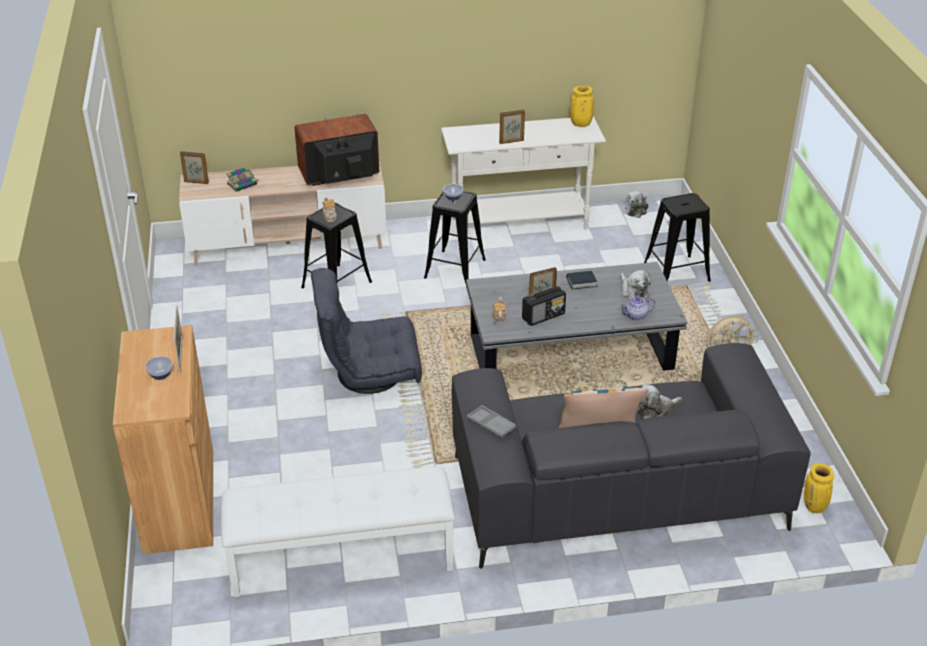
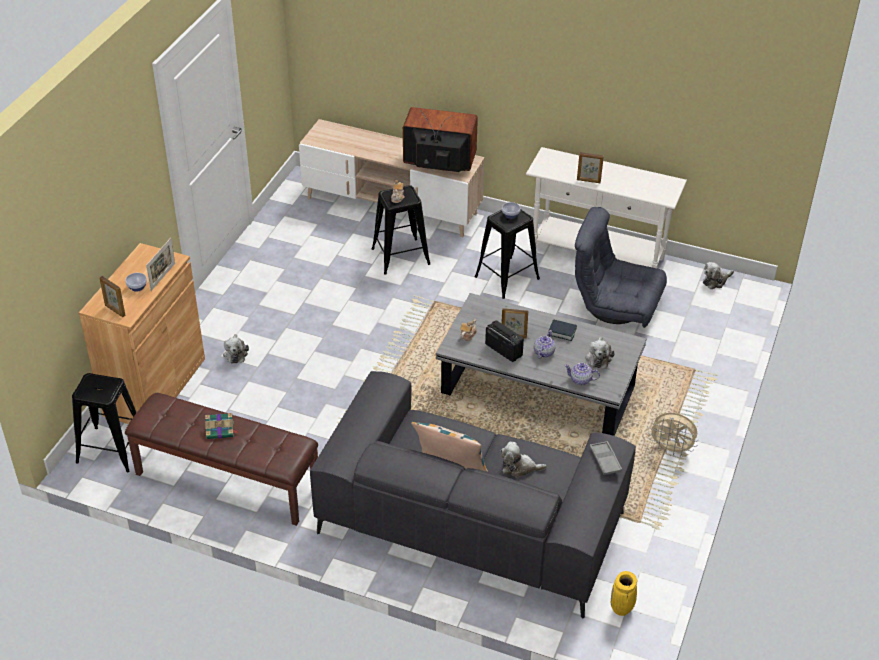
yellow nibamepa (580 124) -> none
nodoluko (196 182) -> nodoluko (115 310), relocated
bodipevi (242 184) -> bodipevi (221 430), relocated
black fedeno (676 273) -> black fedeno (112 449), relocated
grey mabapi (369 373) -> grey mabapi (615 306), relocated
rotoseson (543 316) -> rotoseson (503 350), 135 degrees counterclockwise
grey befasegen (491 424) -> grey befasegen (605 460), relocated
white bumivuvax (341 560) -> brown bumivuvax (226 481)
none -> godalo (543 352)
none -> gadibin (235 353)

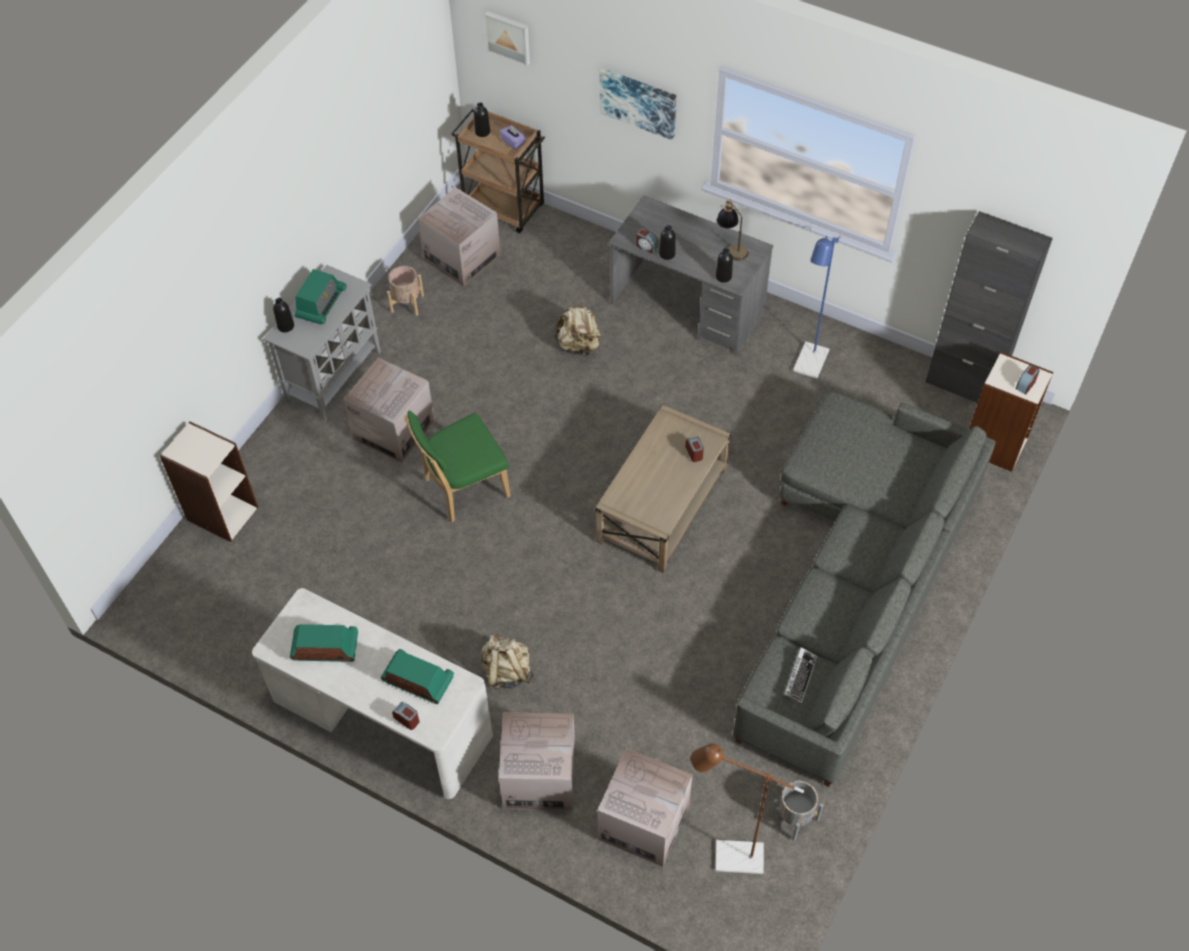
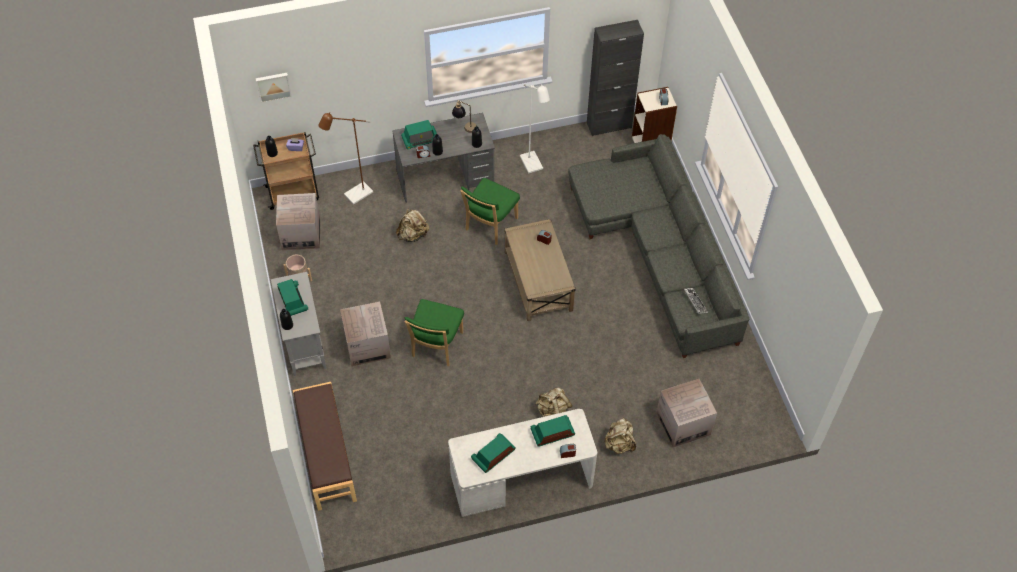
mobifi (638 102) -> none
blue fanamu (808 367) -> white fanamu (533 166)
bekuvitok (222 513) -> brown bumivuvax (326 455)
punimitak (539 777) -> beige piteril (619 444)
brown fanamu (729 857) -> brown fanamu (354 196), relocated
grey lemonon (795 817) -> none
none -> rotoseson (420 140)
none -> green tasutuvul (489 225)

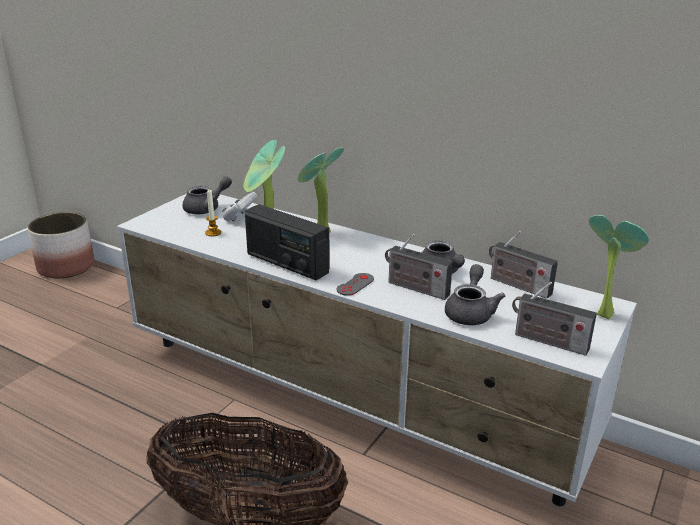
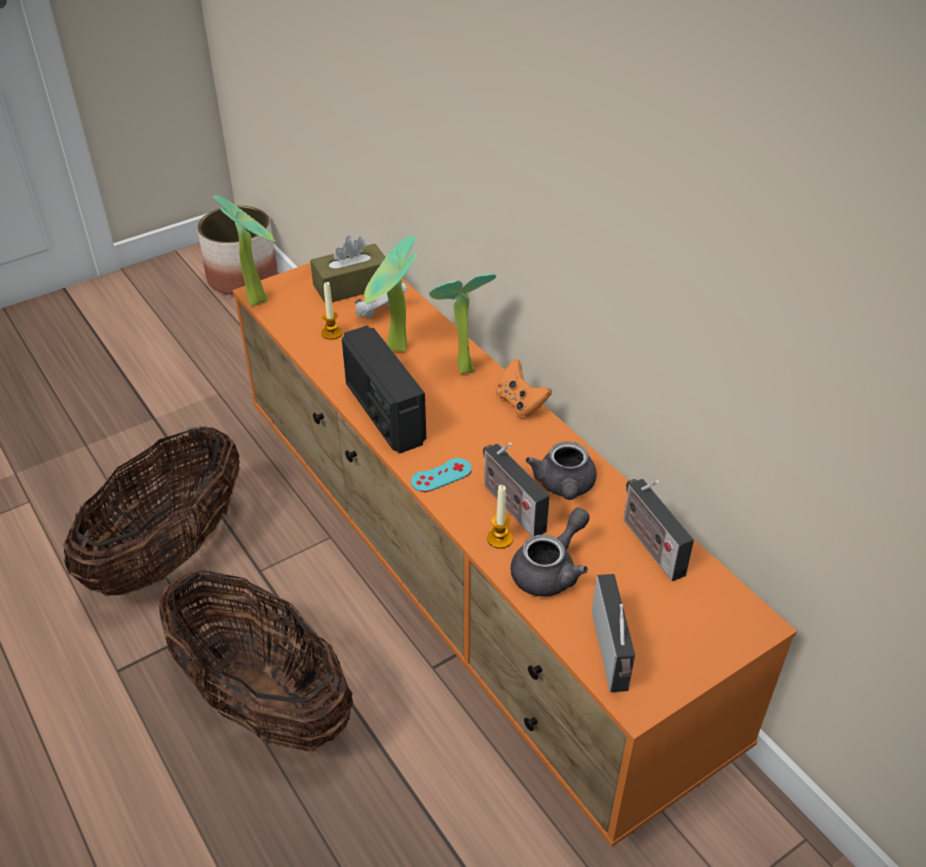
grey godalo (207 208) -> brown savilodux (351 286)
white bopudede (351 398) -> orange bopudede (465 582)
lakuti (603 312) -> lakuti (258 298), relocated
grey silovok (355 284) -> turquoise silovok (441 475)
rotoseson (547 341) -> rotoseson (612 654), 150 degrees counterclockwise
none -> orange silovok (520 403)
none -> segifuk (170 552)
none -> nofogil (500 539)

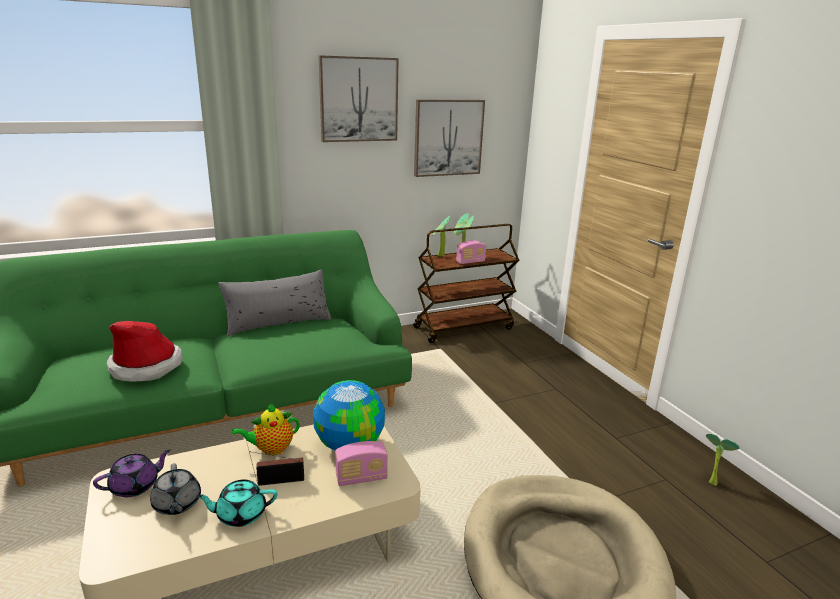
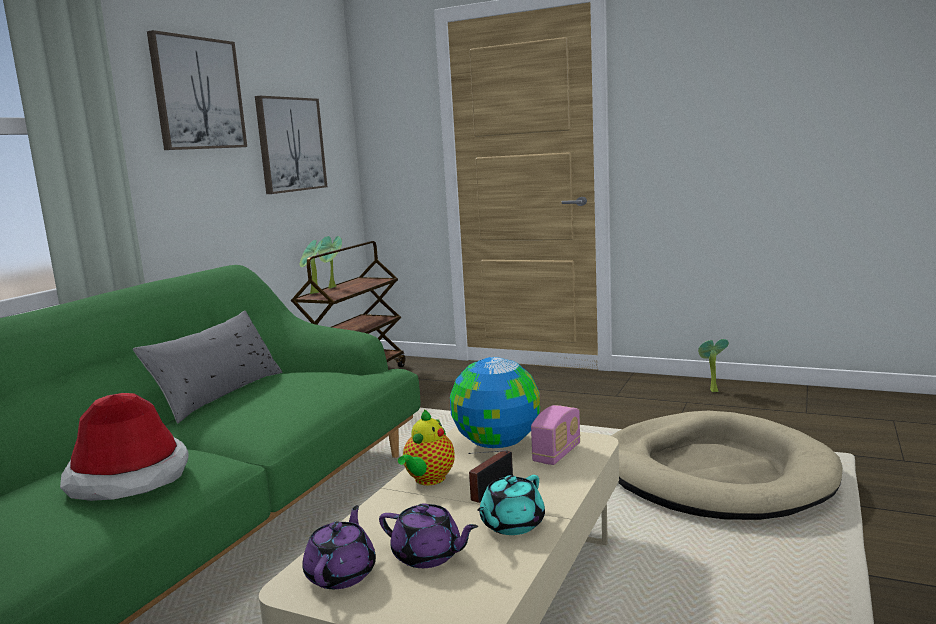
rotoseson (470 262) -> none
grey godalo (177 504) -> purple godalo (428 556)

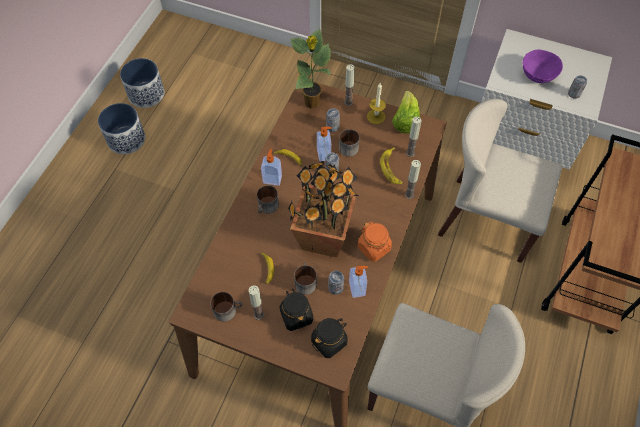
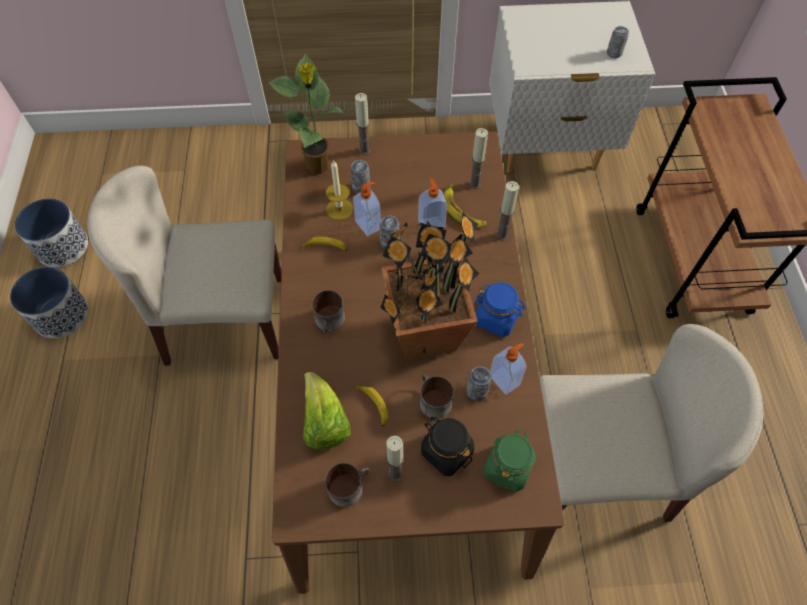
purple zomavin (537 76) -> none
nofogil (376 116) -> nofogil (339 209), relocated
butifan (405 121) -> butifan (324 422), relocated
beige tasutuvul (487 219) -> beige tasutuvul (224 320), relocated
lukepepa (347 146) -> none
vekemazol (272 179) -> vekemazol (431 223), relocated
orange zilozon (374 248) -> blue zilozon (496 318)
black zilozon (329 341) -> green zilozon (508 466)

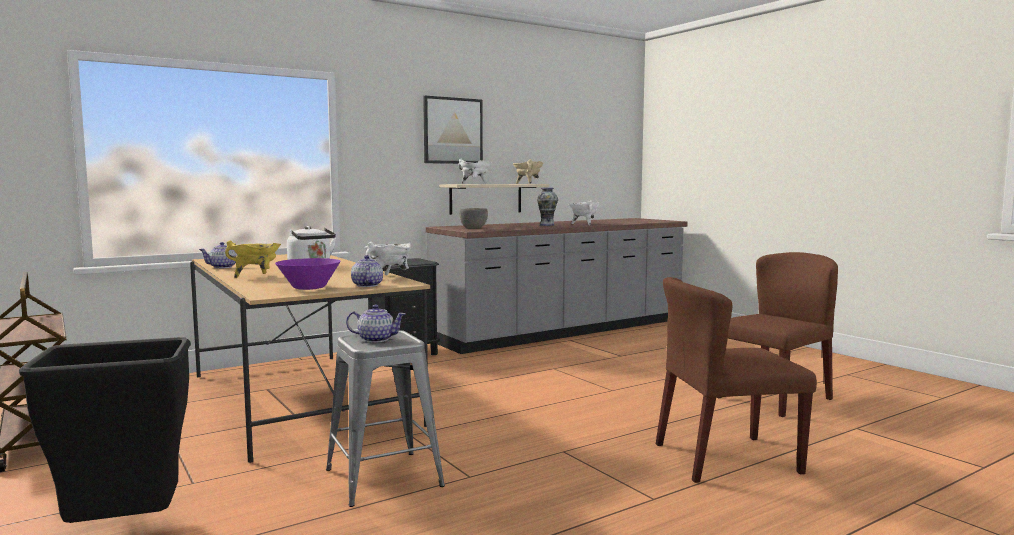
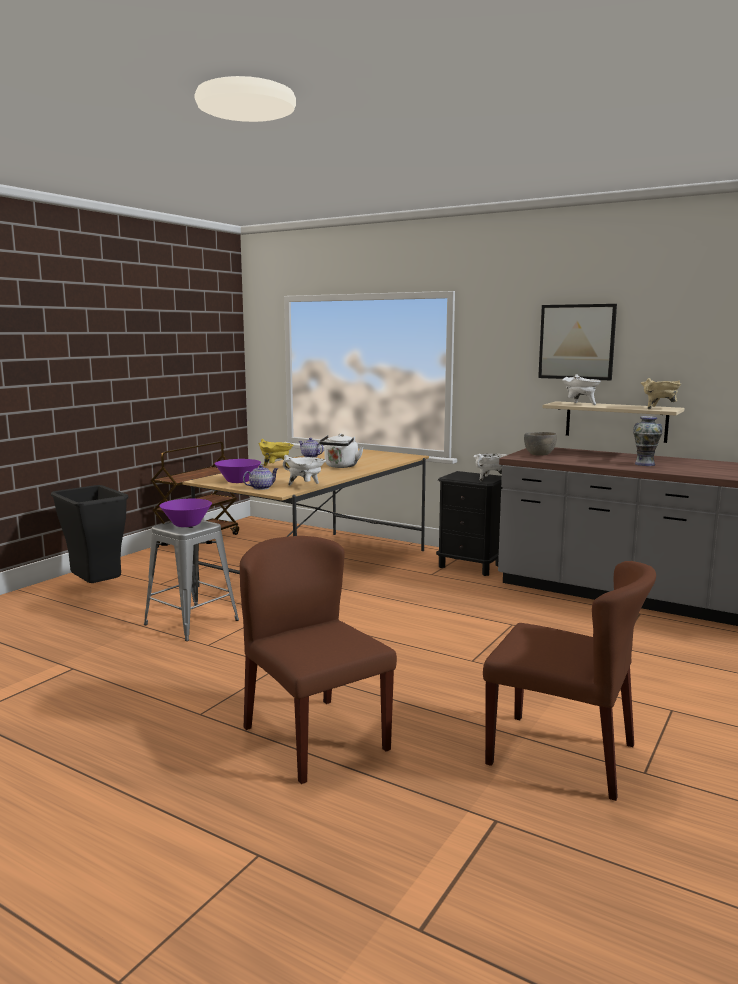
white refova (584 224) -> white refova (489 479), relocated
godalo (376 339) -> purple zomavin (187 524)

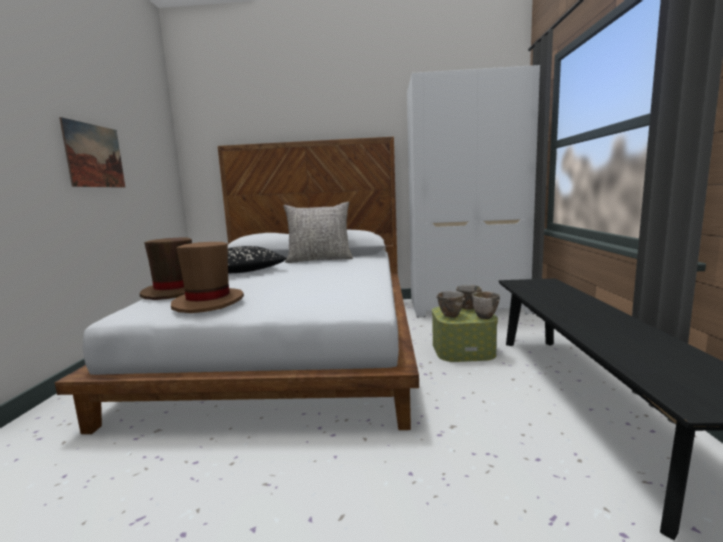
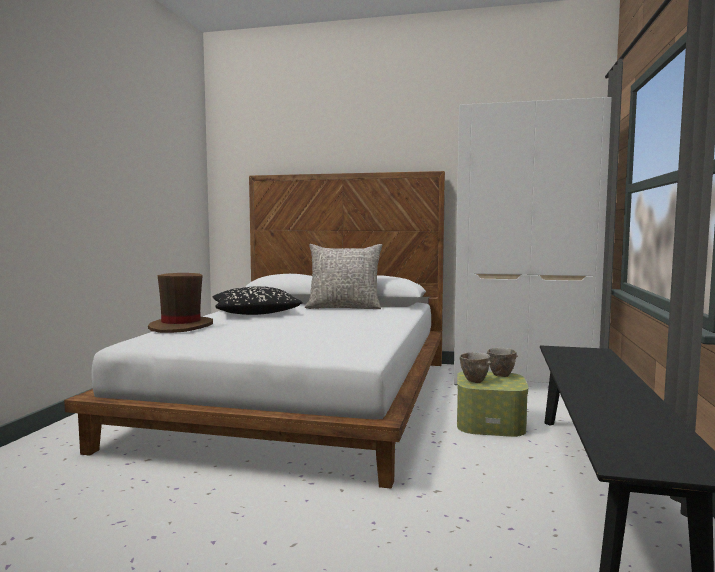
mobifi (94 156) -> none
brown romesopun (209 302) -> none
zomavin (485 317) -> none

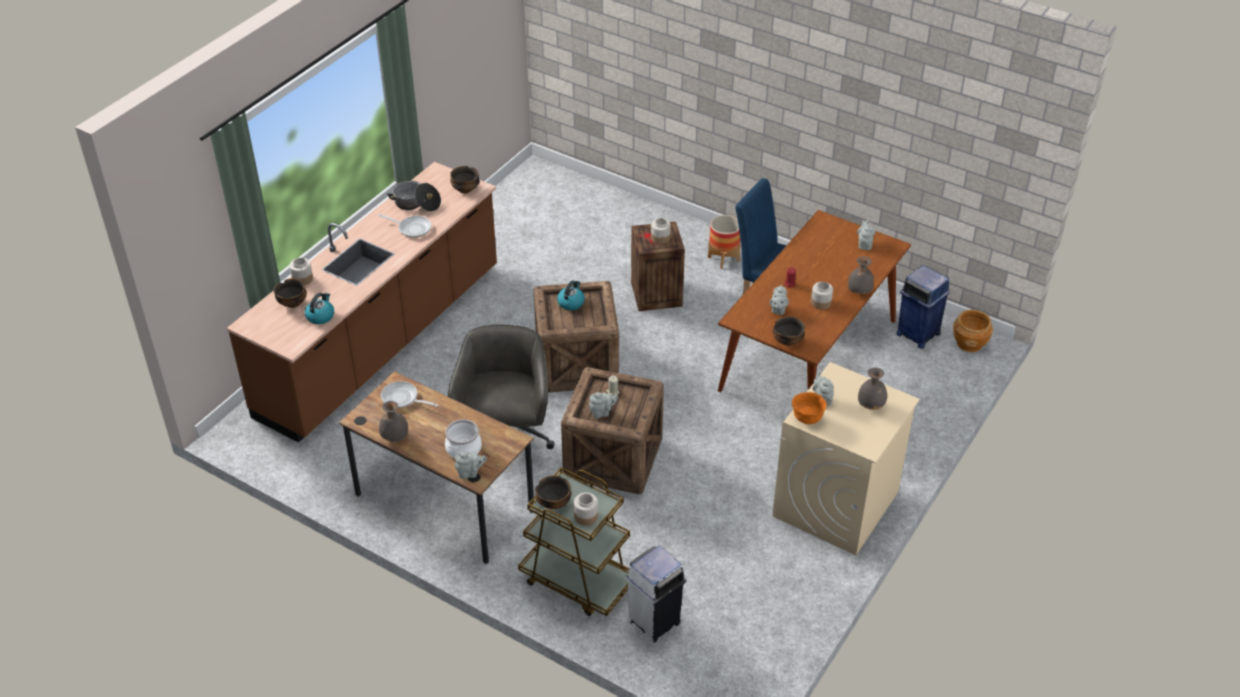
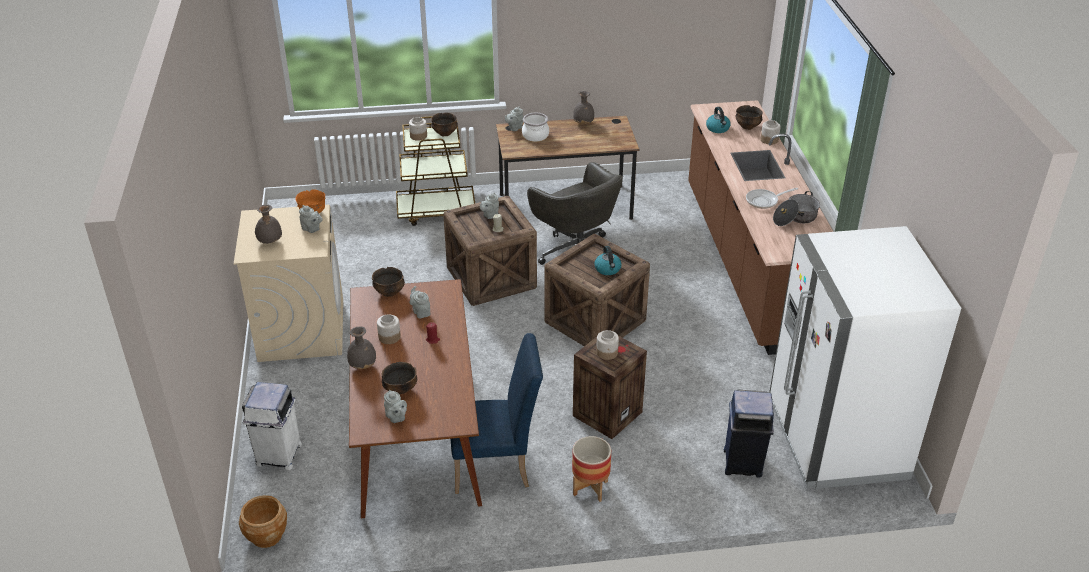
zomavin (465 189) -> zomavin (400 389), relocated
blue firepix (917 333) -> blue firepix (743 463), relocated
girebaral (402 399) -> none
white firepix (654 621) -> white firepix (278 455), relocated
none -> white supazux (836 439)

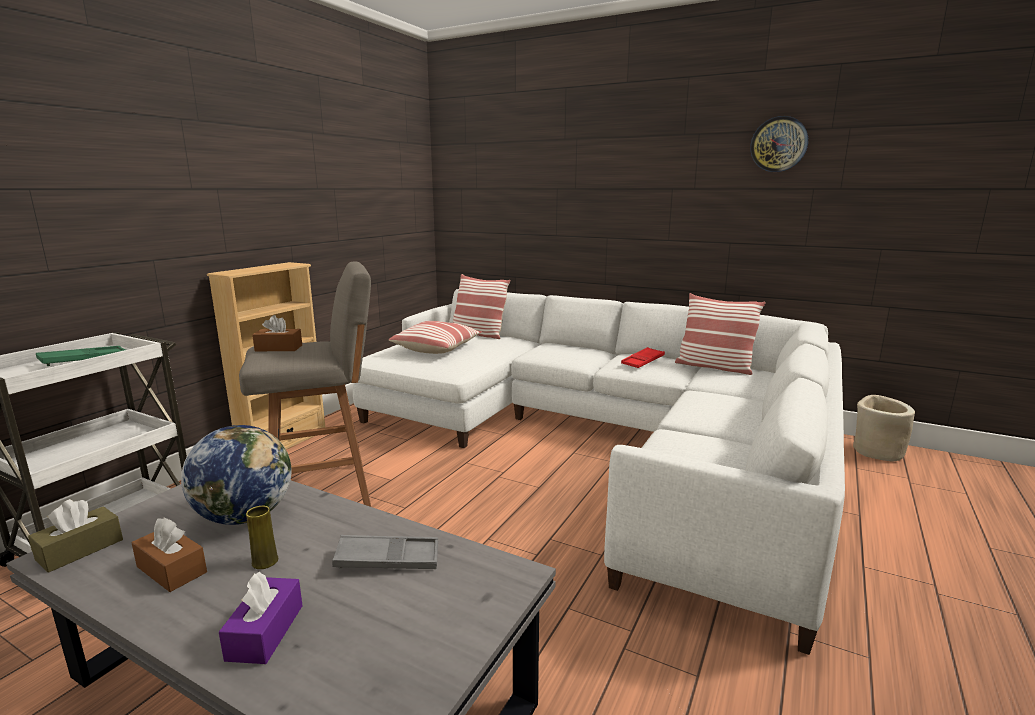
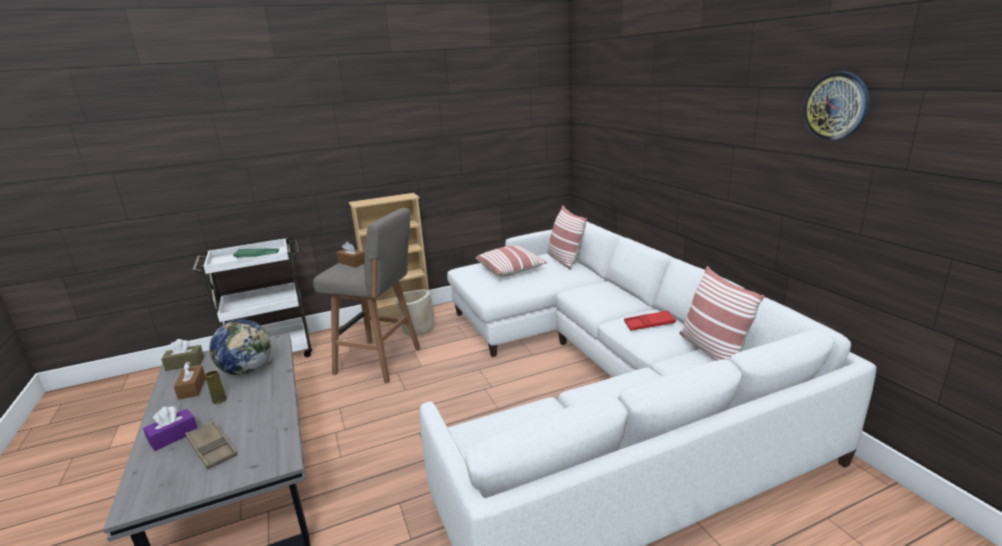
beige lemonon (876 451) -> beige lemonon (417 328), relocated
grey befasegen (388 559) -> none
none -> brown befasegen (212 448)

